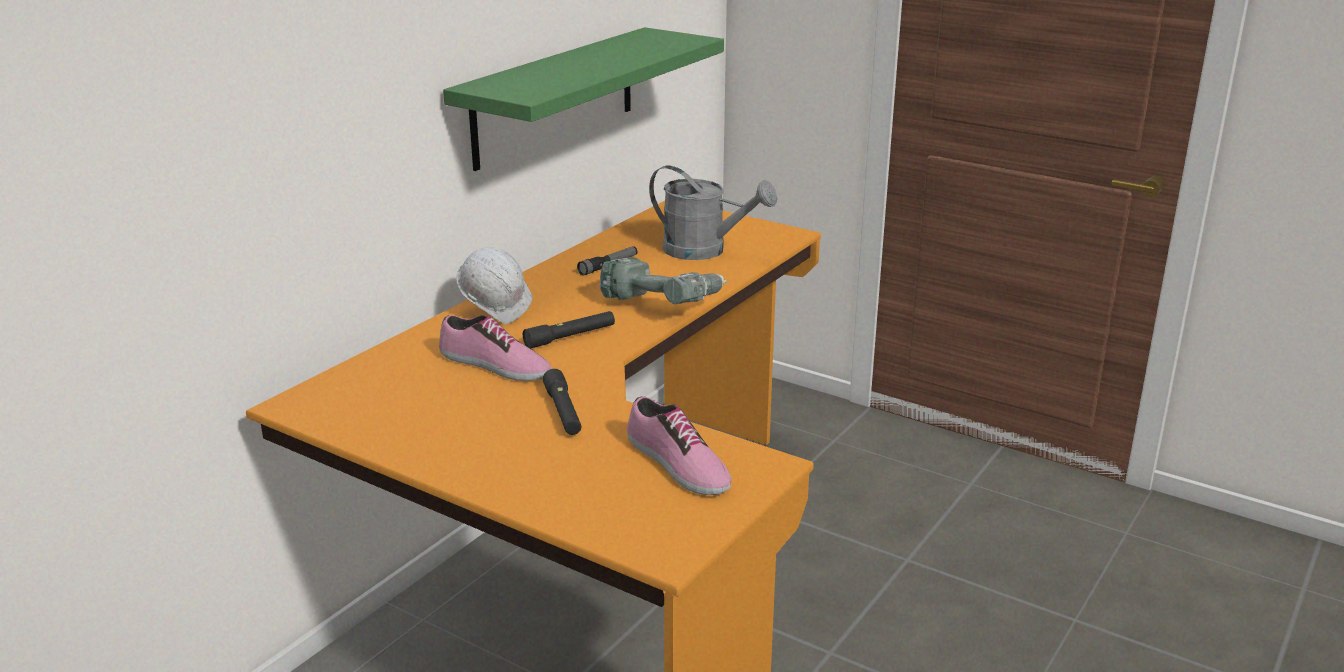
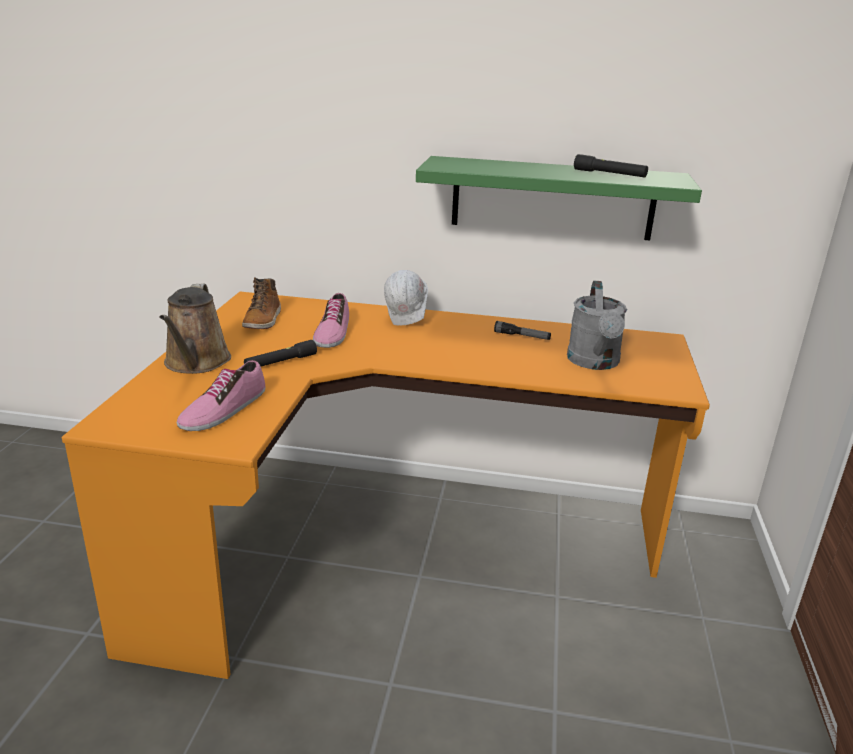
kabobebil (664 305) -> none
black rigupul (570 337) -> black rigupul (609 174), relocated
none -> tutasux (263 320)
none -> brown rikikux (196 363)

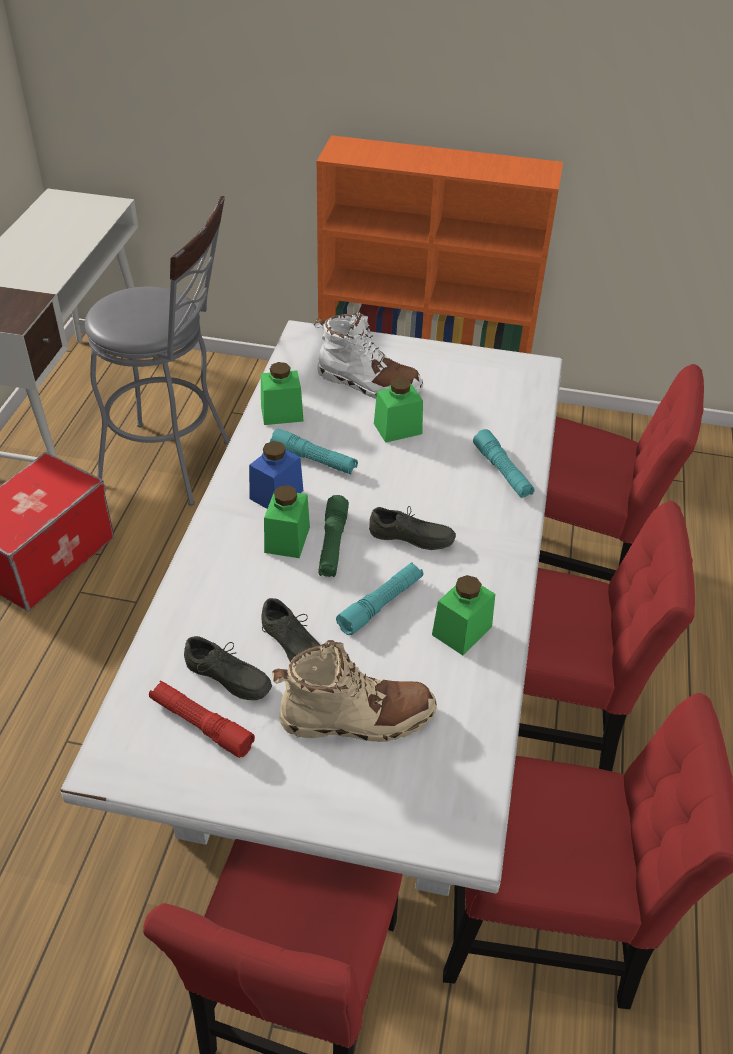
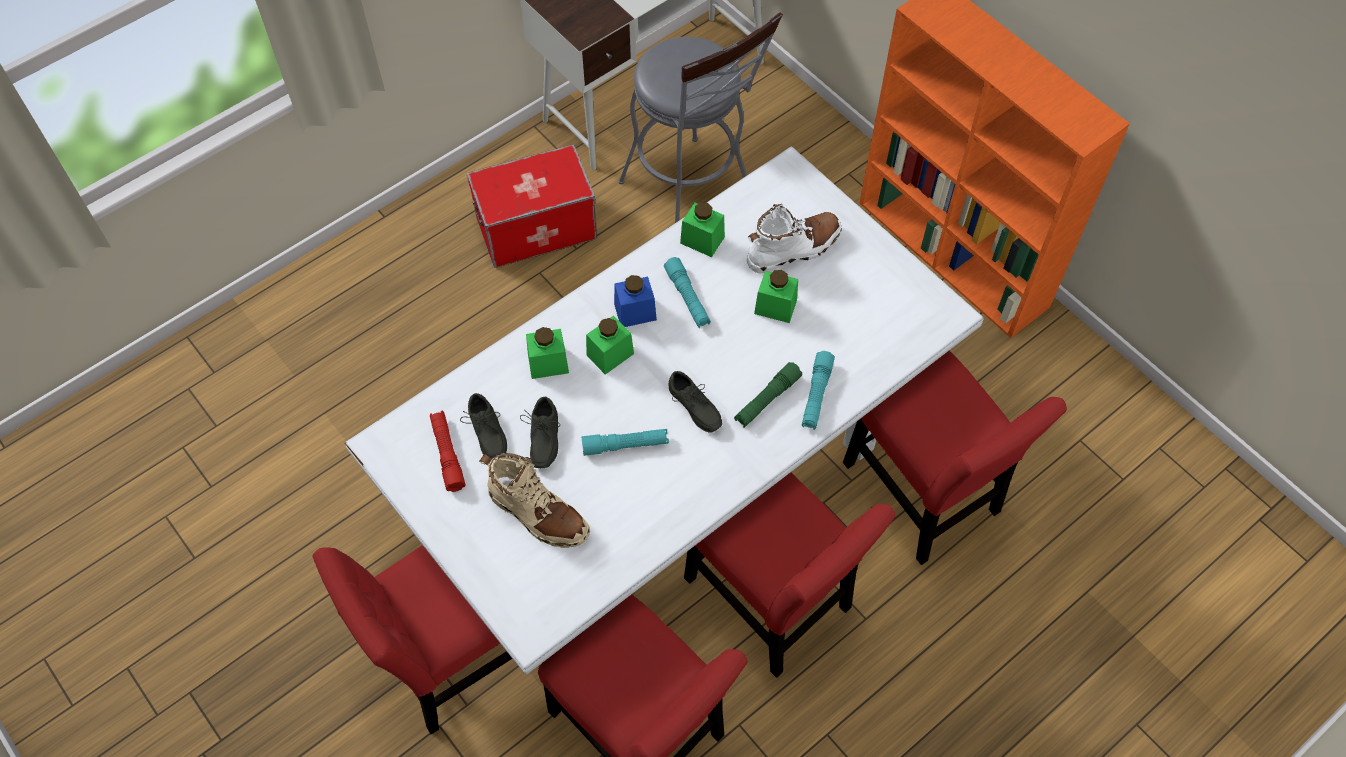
white tutasux (368 383) -> white tutasux (794 249), 90 degrees counterclockwise
green rigupul (332 544) -> green rigupul (767 399), relocated
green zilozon (462 631) -> green zilozon (548 363), relocated

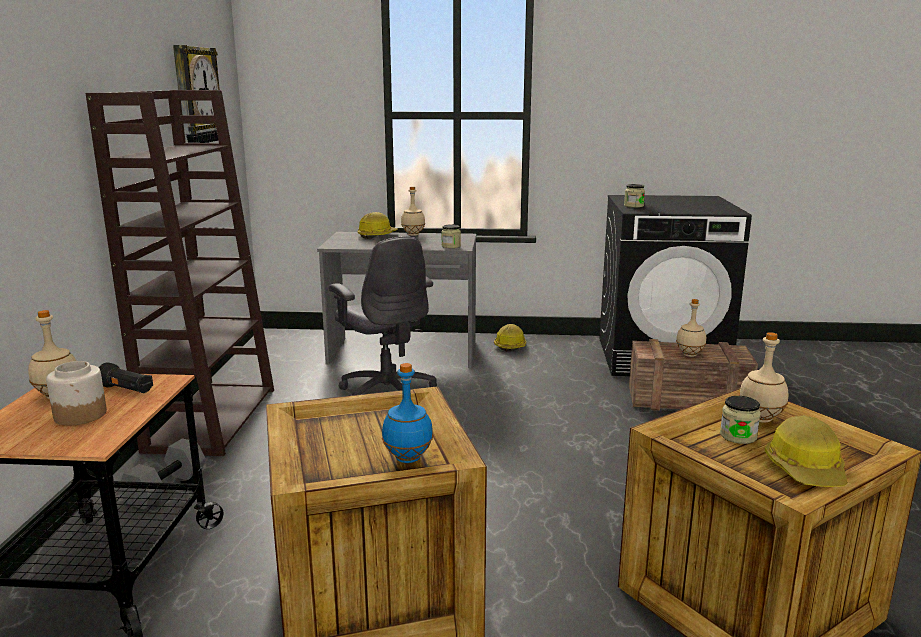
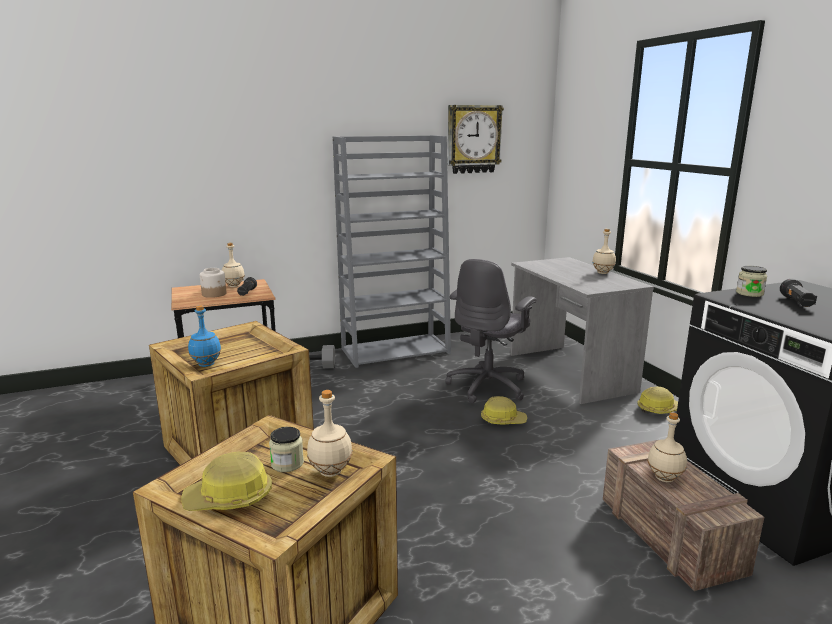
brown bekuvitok (211 418) -> grey bekuvitok (396 350)
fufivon (377 235) -> fufivon (503 420), relocated
zilozon (451 246) -> none
none -> black rigupul (796 303)

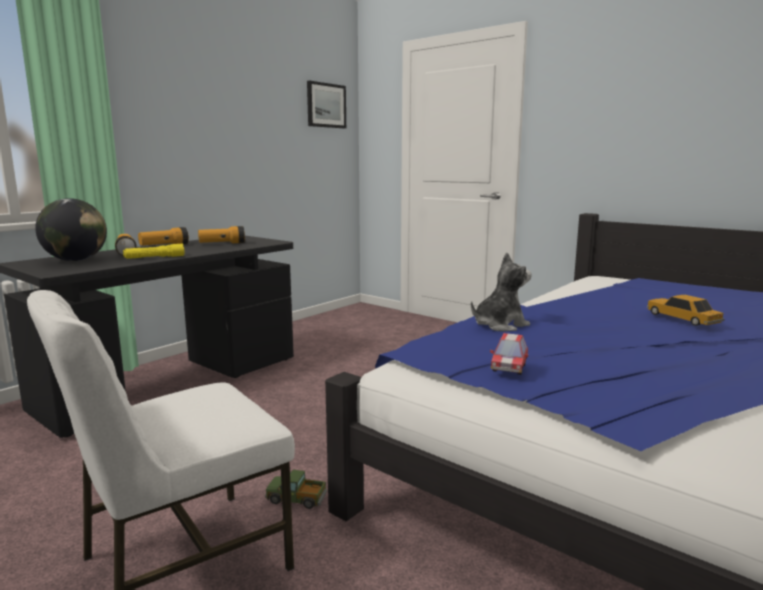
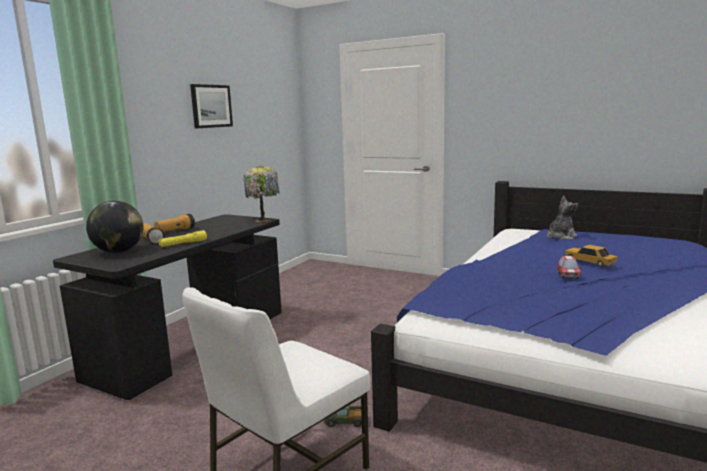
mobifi (326 105) -> mobifi (211 106), relocated
rigupul (222 243) -> none
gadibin (499 325) -> gadibin (560 237), relocated
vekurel (509 367) -> vekurel (568 275), relocated
none -> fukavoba (264 220)

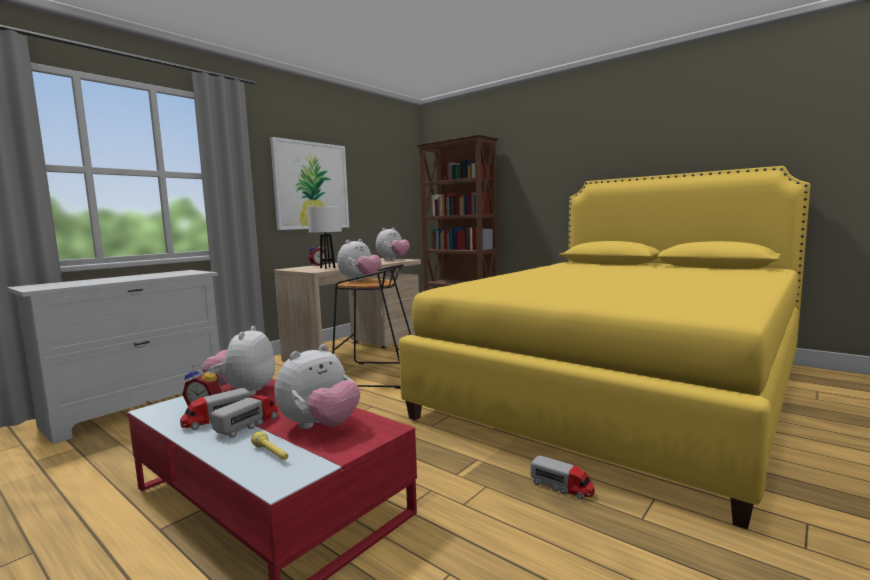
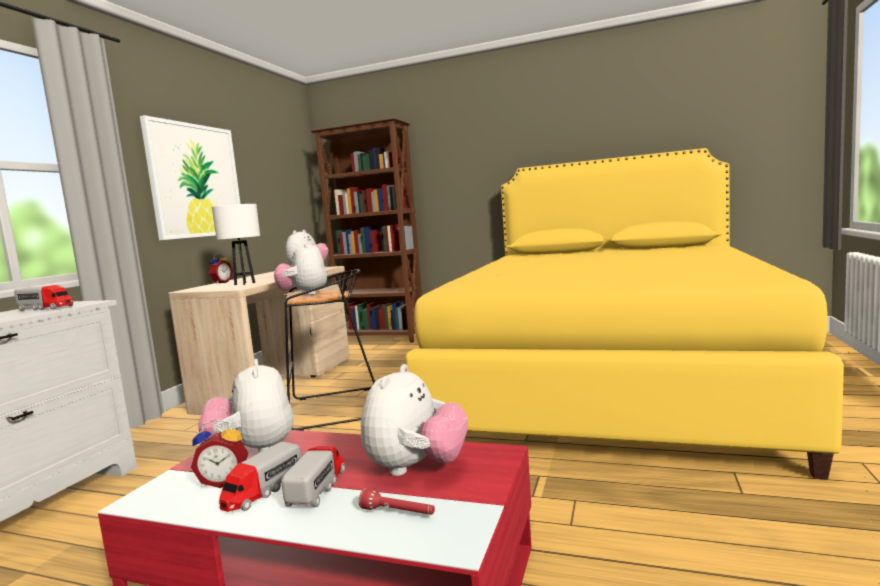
gadibin (360 280) -> gadibin (304 294), 150 degrees clockwise
yellow rigupul (271 454) -> red rigupul (398 513)
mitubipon (562 487) -> mitubipon (47 308), relocated

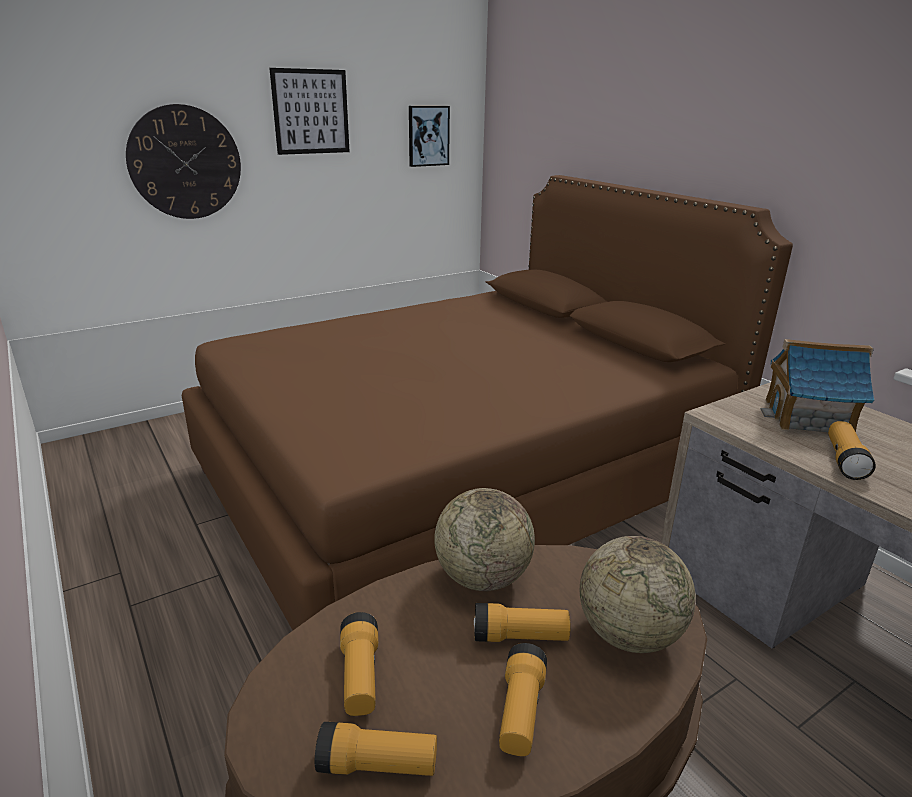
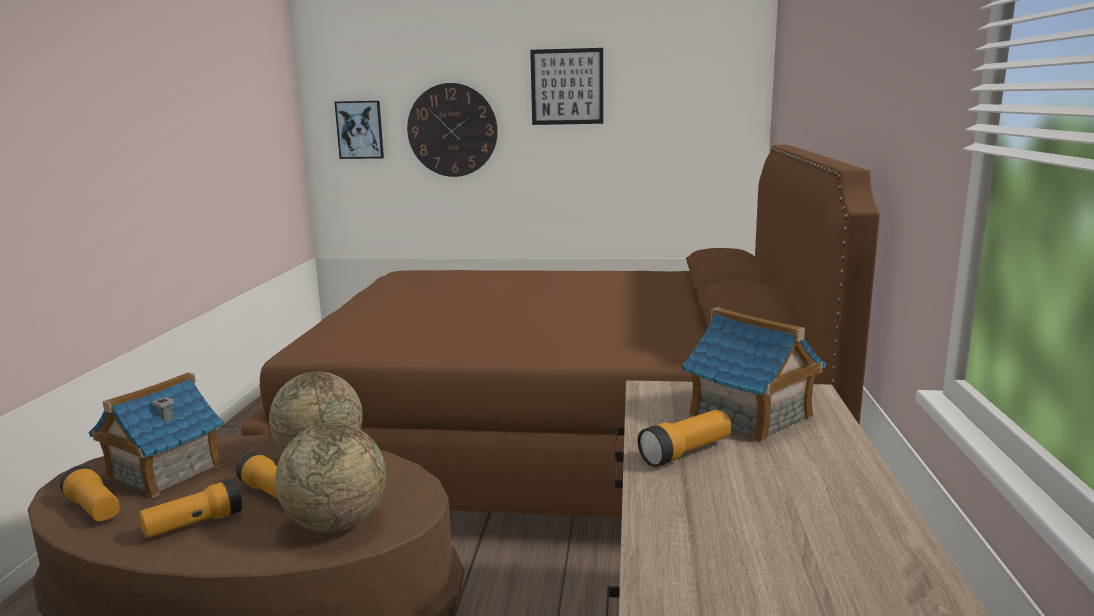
mobifi (428 136) -> mobifi (360 129), relocated
rigupul (360 676) -> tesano (164 471)

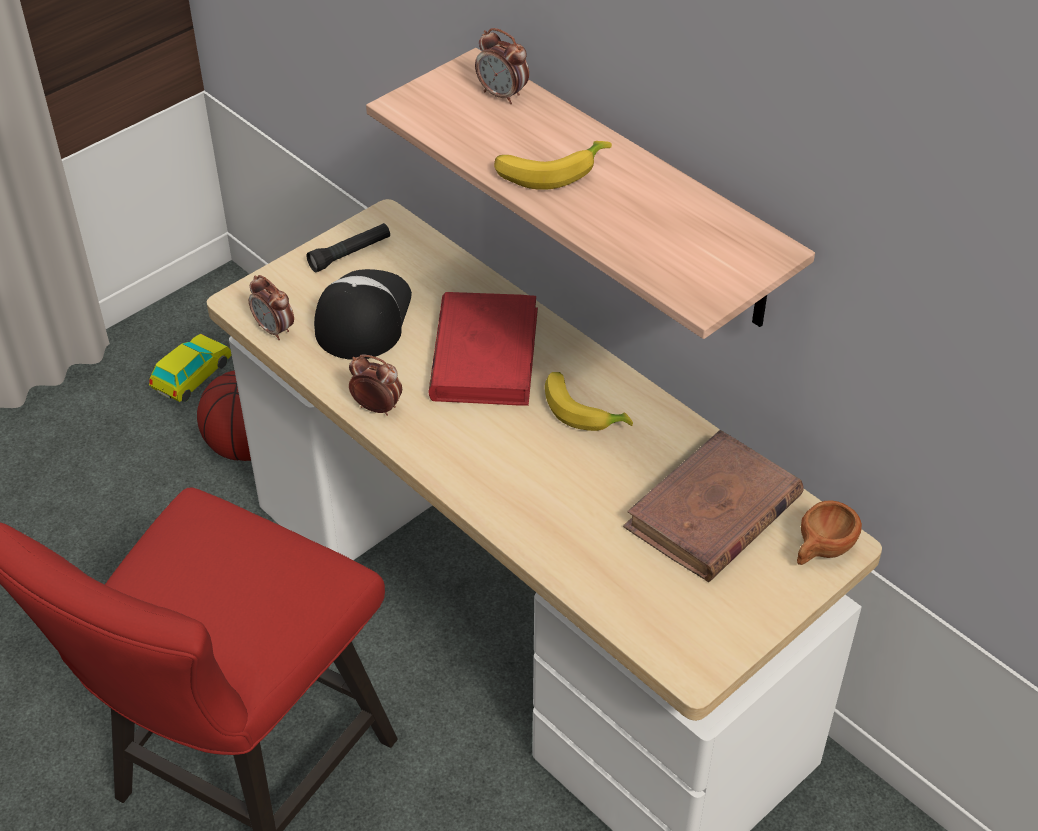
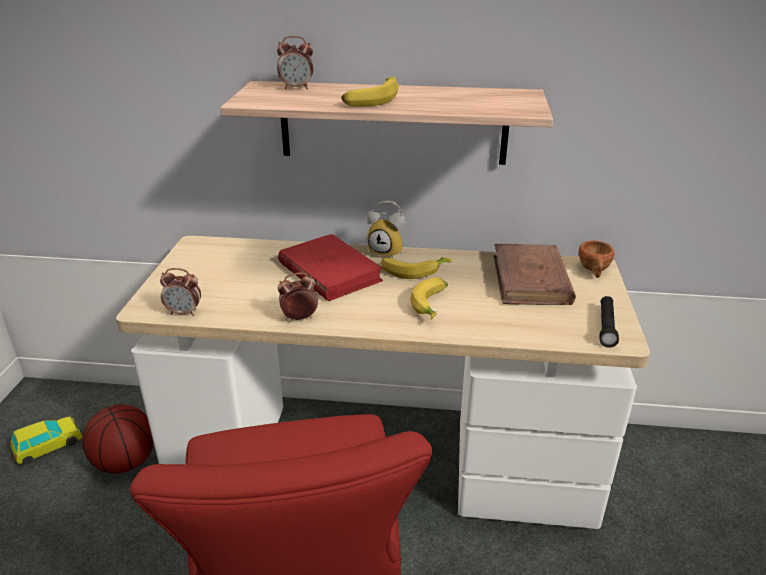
black rigupul (350 254) -> black rigupul (606 327), relocated
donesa (362 316) -> none
vekurel (192 376) -> vekurel (48 446), 60 degrees clockwise
none -> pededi (388 252)
none -> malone (433 306)

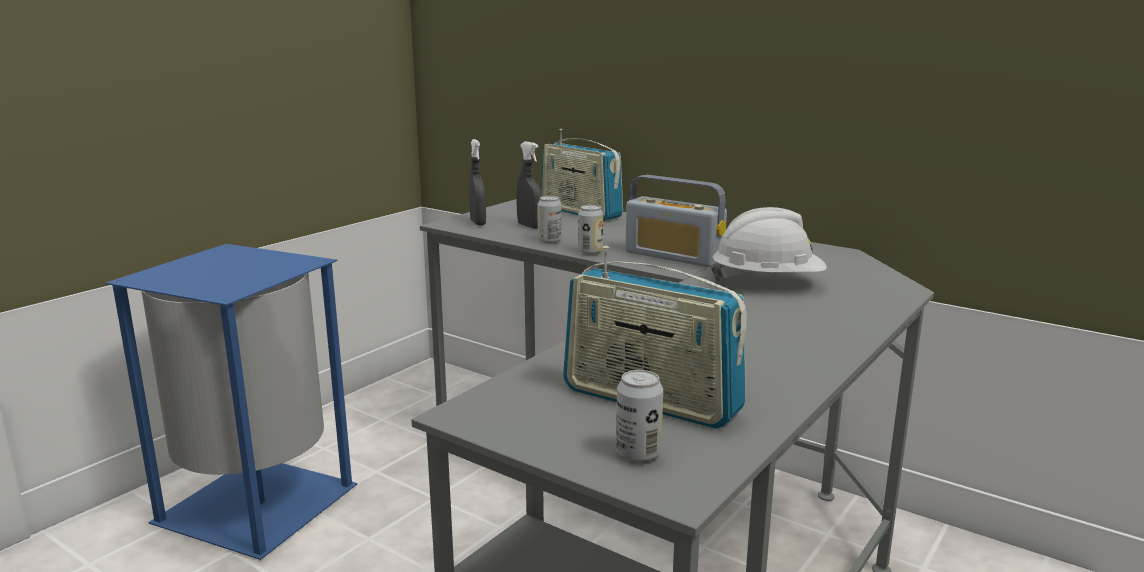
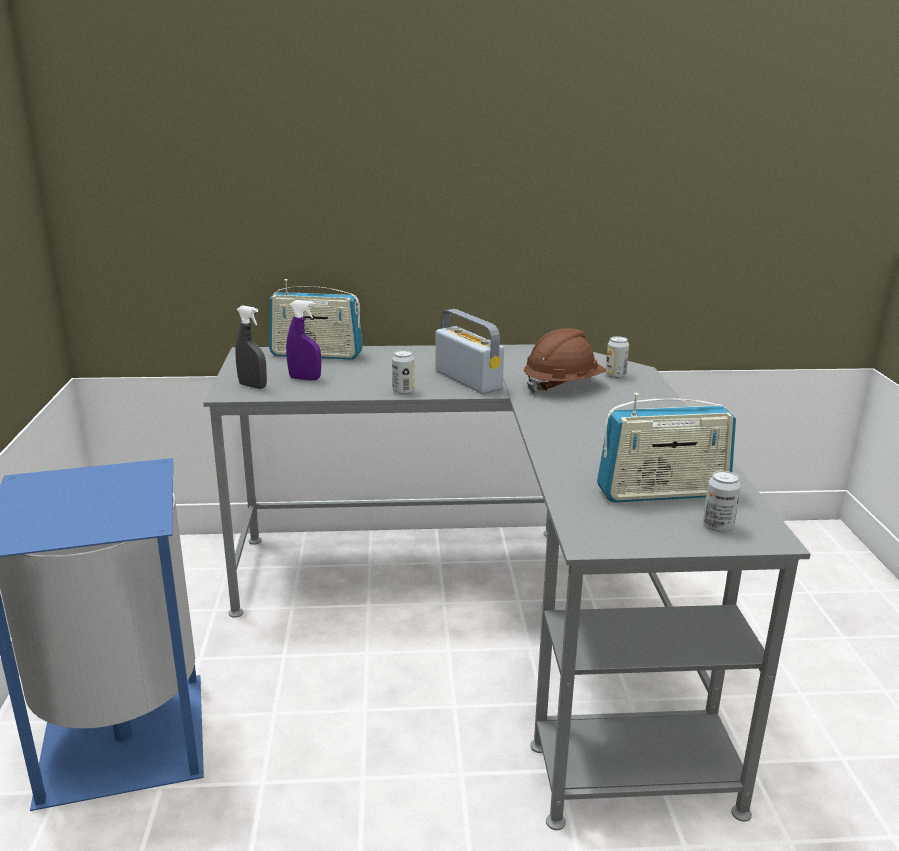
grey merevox (529 226) -> purple merevox (305 378)
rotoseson (674 256) -> rotoseson (468 380), 120 degrees counterclockwise
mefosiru (549 240) -> mefosiru (615 375), relocated
white fufivon (767 282) -> brown fufivon (562 386)

